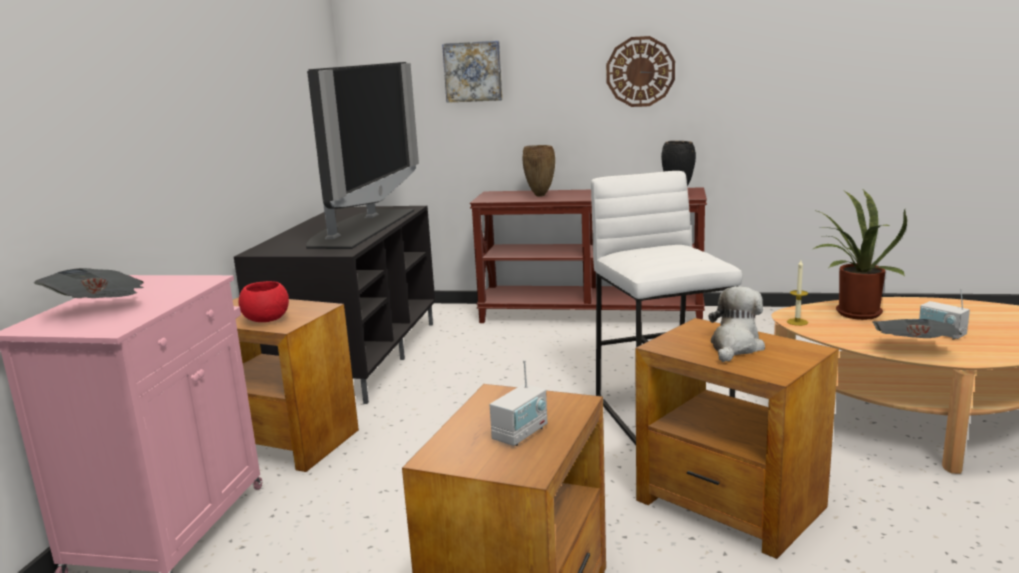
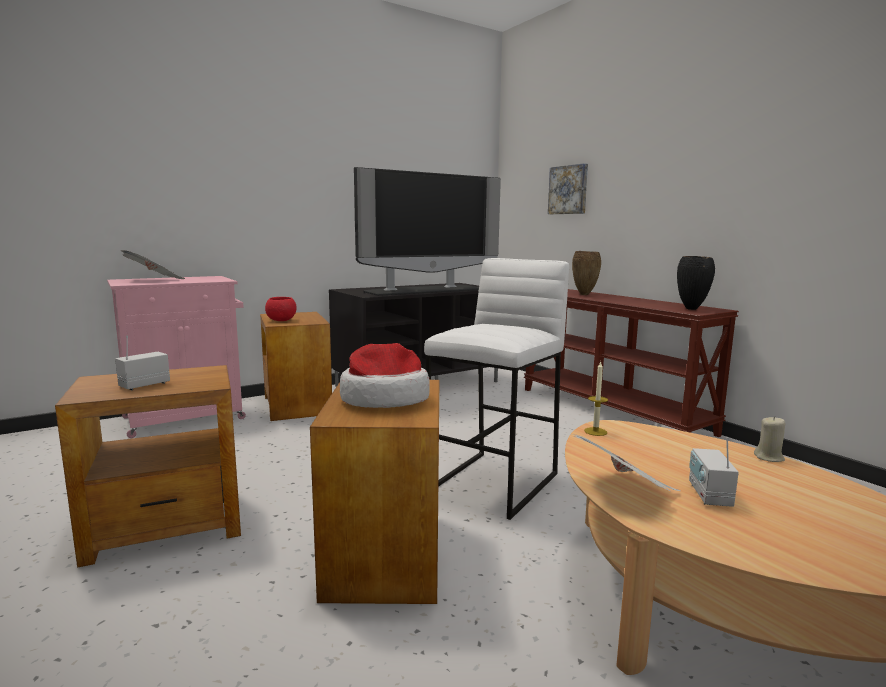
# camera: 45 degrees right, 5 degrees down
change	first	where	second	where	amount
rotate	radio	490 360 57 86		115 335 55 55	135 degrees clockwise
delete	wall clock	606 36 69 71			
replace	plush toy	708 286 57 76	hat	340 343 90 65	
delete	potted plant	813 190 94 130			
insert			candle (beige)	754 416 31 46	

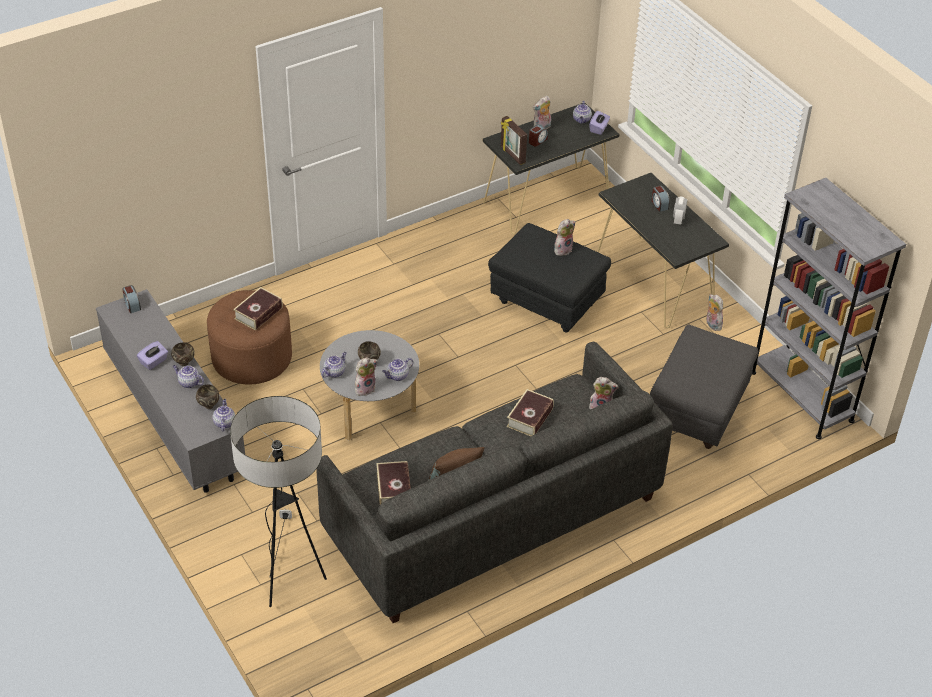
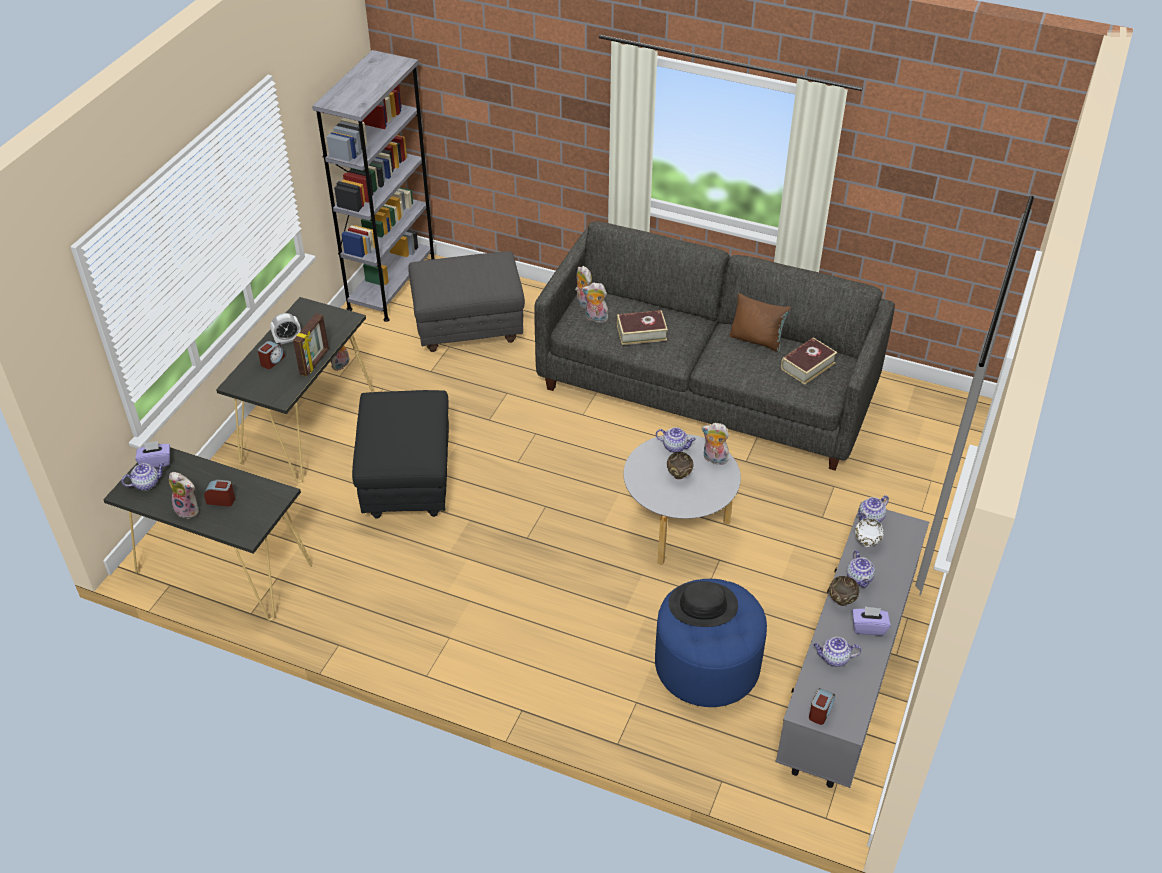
# camera: 125 degrees left, 0 degrees up
change	first	where	second	where	amount
recolor	bowl (brown)	196 385 23 24	bowl (white)	855 518 29 29	
recolor	ottoman (brown)	207 290 85 94	ottoman (blue)	655 579 112 128	
delete	floor lamp	230 396 97 211			
replace	book	233 287 50 43	hat (black)	669 581 69 46	
move	teapot	321 352 26 26		813 637 48 30	
move	picture frame	501 116 26 49		293 313 36 63	
move	plush toy	554 219 22 38		582 282 26 41	

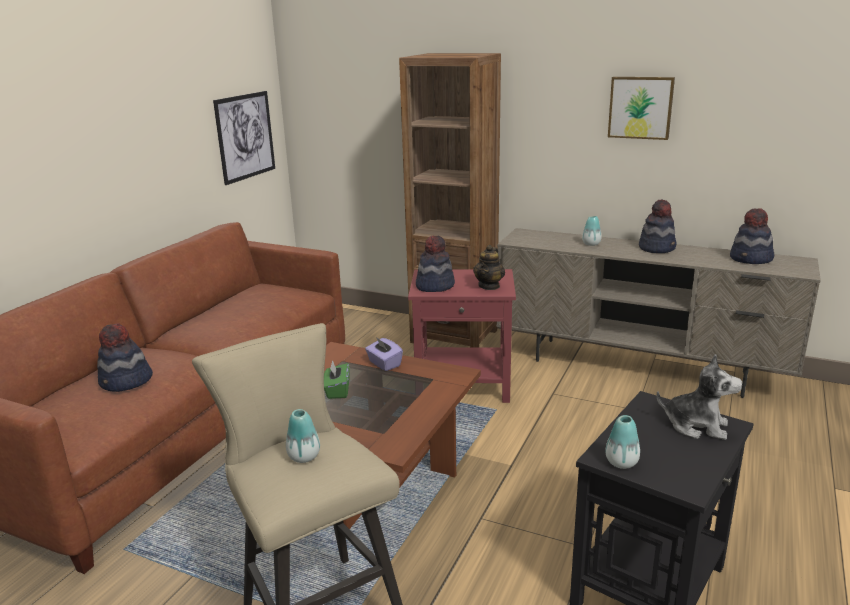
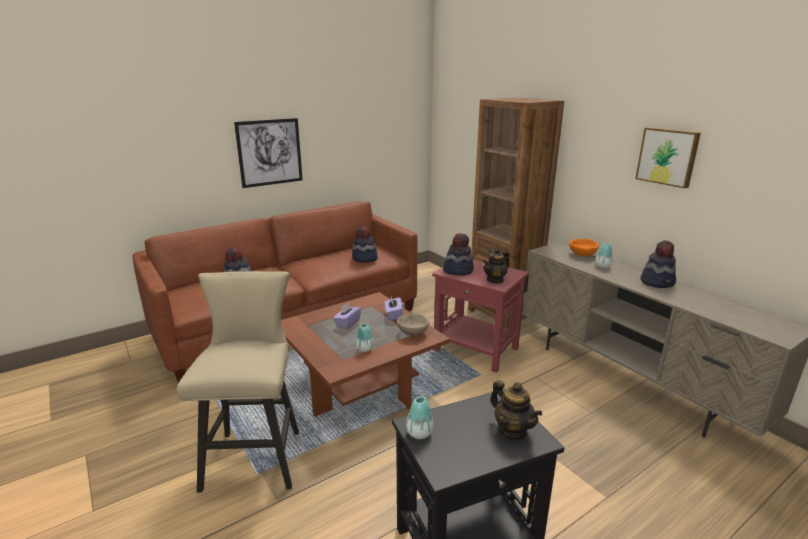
# camera: 30 degrees right, 0 degrees up
change	first	where	second	where	amount
move	picture	213 91 62 94		234 118 69 70	
move	vase	286 409 34 54		356 323 18 29	
recolor	tissue box (green)	324 360 26 39	tissue box (purple)	333 303 28 27	
replace	plush toy	657 354 86 86	teapot	490 380 52 60	
move	hat	730 208 44 56		352 226 26 36	
insert			bowl (beige)	397 314 32 22	
insert			bowl (orange)	569 239 30 17	

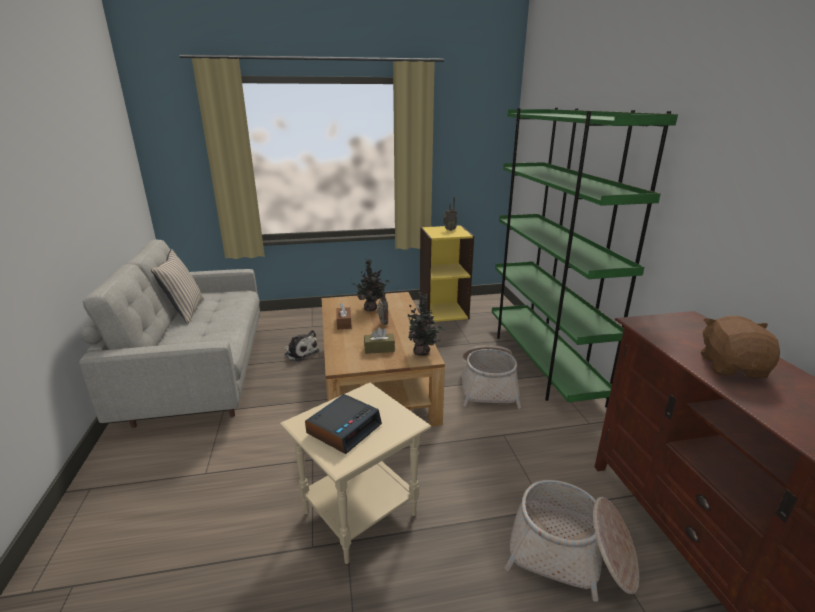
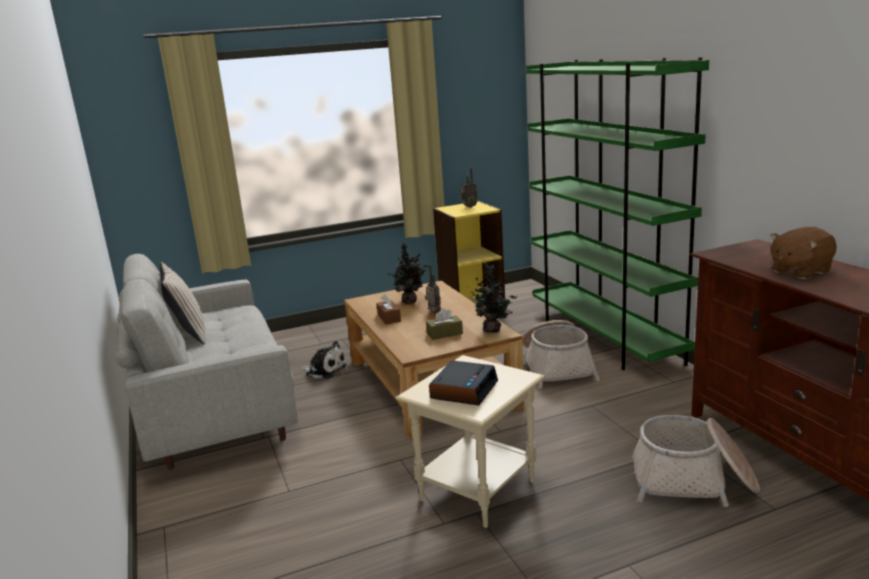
# camera: 10 degrees left, 5 degrees down
change	first	where	second	where	amount
rotate	plush toy (brown)	701 316 79 63		770 227 67 52	120 degrees counterclockwise

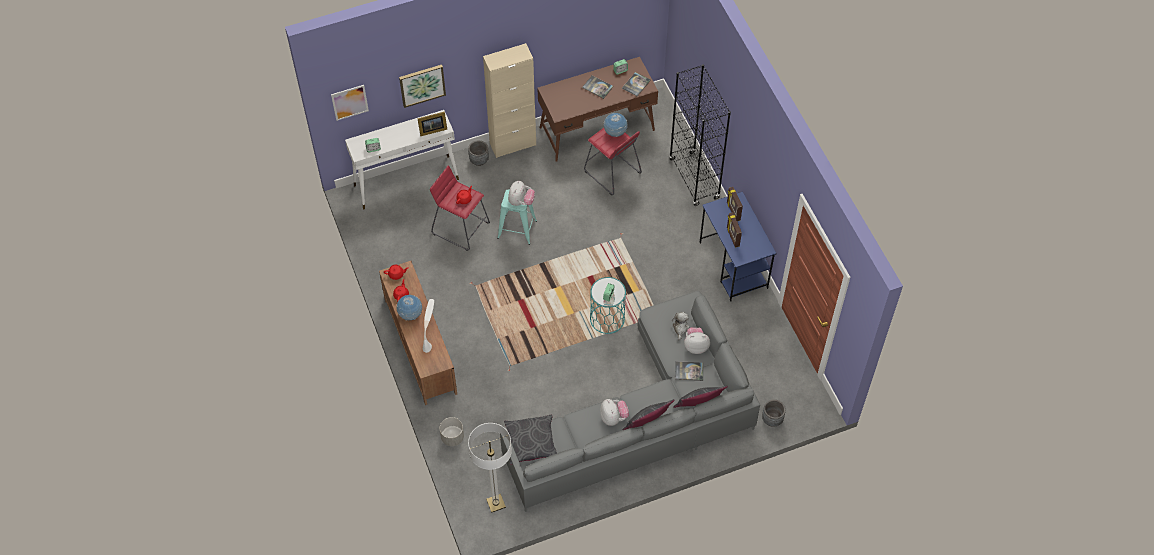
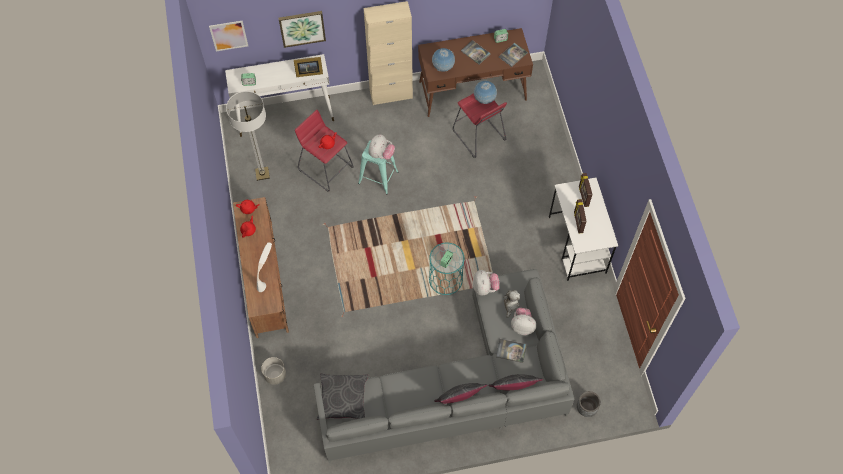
# camera: 10 degrees right, 5 degrees up
change	first	where	second	where	amount
move	globe	397 295 25 25		432 48 23 24	
delete	planter (grey)	468 140 21 26			
move	floor lamp	468 423 44 90		226 91 44 90	
move	plush toy	600 399 29 27		473 270 27 25	
delete	bookcase (black)	669 64 62 142			
recolor	desk (blue)	700 192 77 110	desk (white)	549 177 69 104	

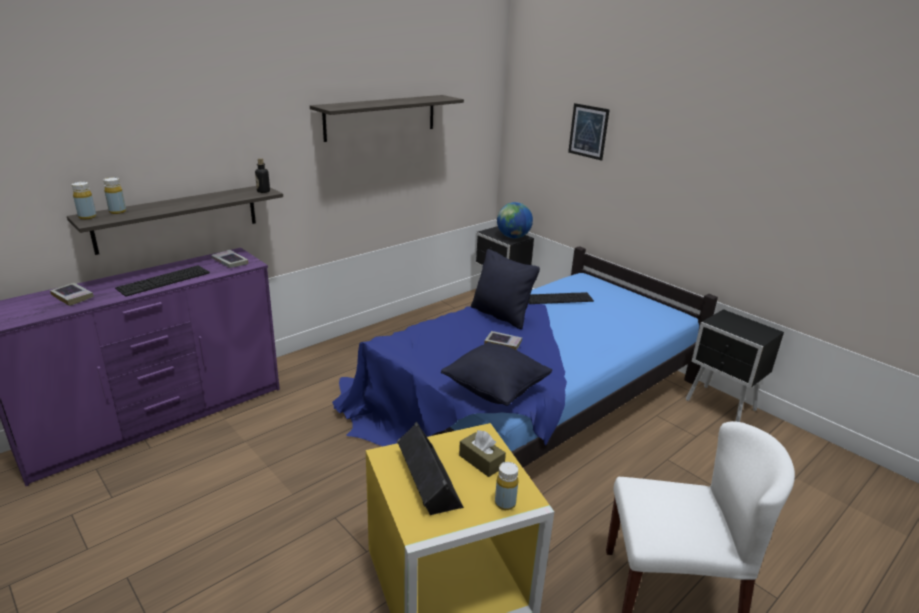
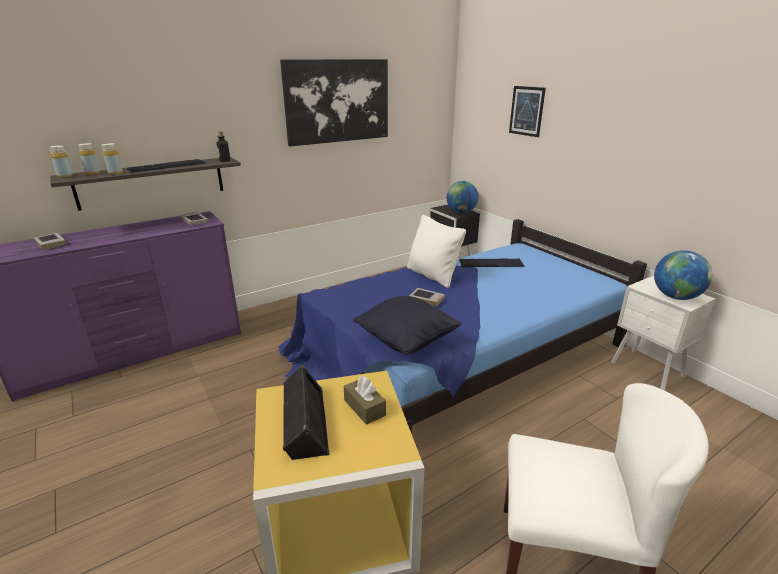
# camera: 10 degrees right, 0 degrees up
change	first	where	second	where	amount
move	keyboard	115 266 95 31		127 159 78 14	
replace	shelf	310 95 154 47	picture	280 59 108 88	
recolor	pillow (black)	471 249 69 80	pillow (white)	407 215 59 73	
move	bottle (yellow)	495 462 23 48		102 143 21 32	
recolor	nightstand (black)	686 309 98 113	nightstand (white)	611 276 105 114	
insert			globe	654 250 58 50	

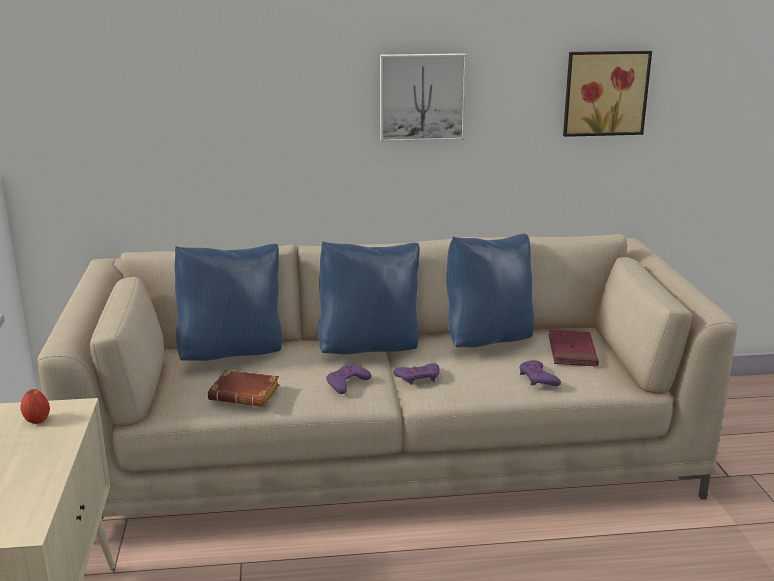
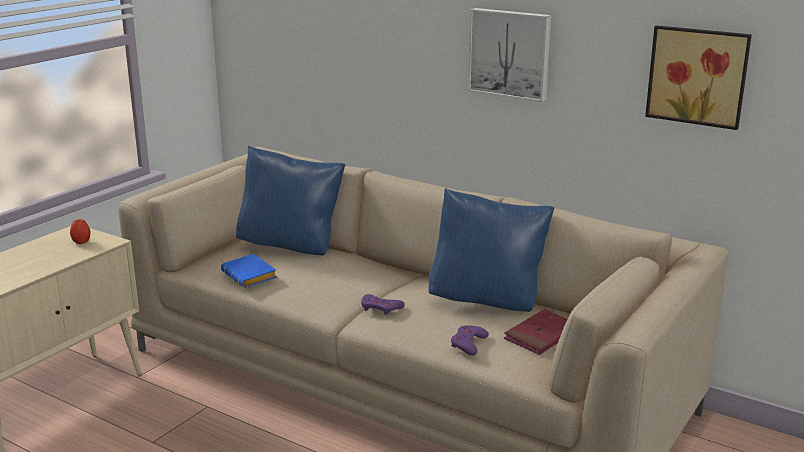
# camera: 40 degrees right, 0 degrees up
change	first	where	second	where	amount
recolor	book (brown)	208 370 72 37	book (blue)	221 254 56 34	
delete	pillow (blue)	317 241 103 114			
delete	game controller (purple)	326 365 45 29			

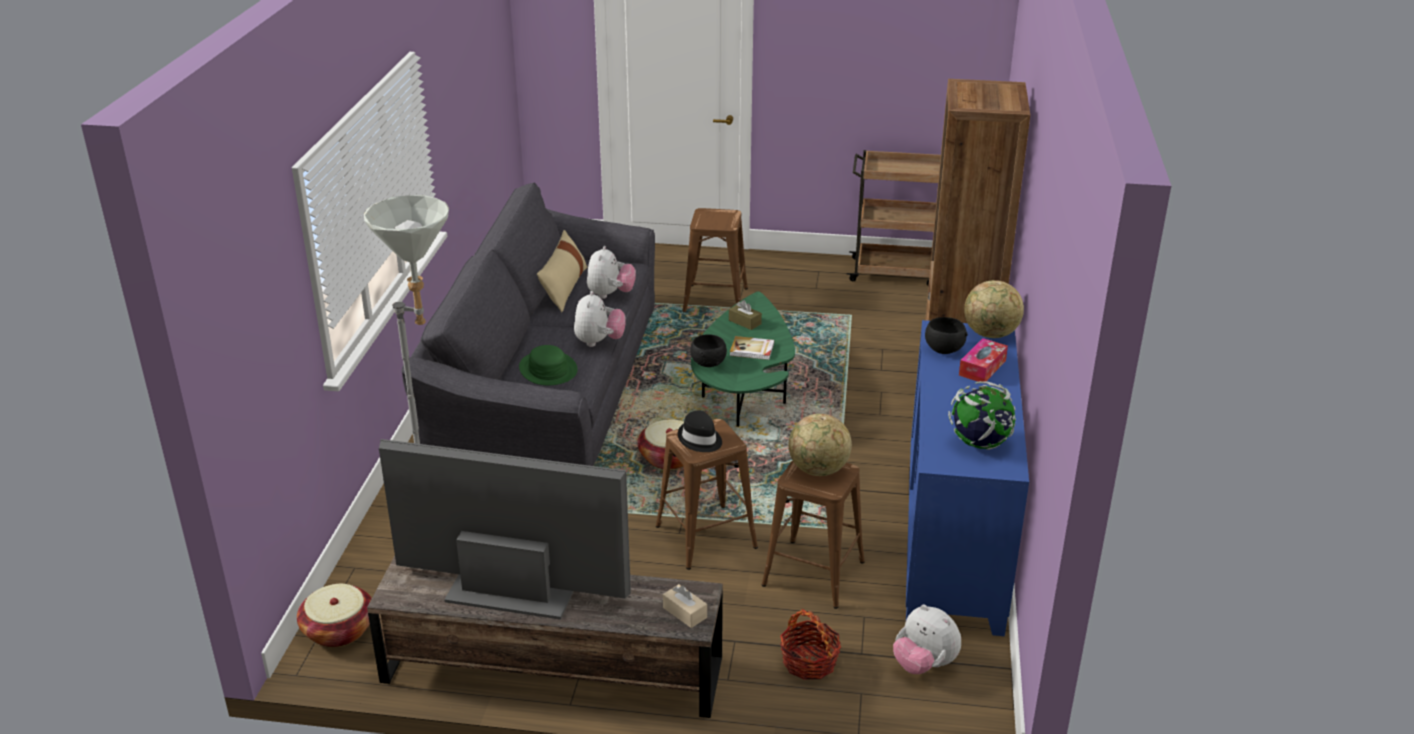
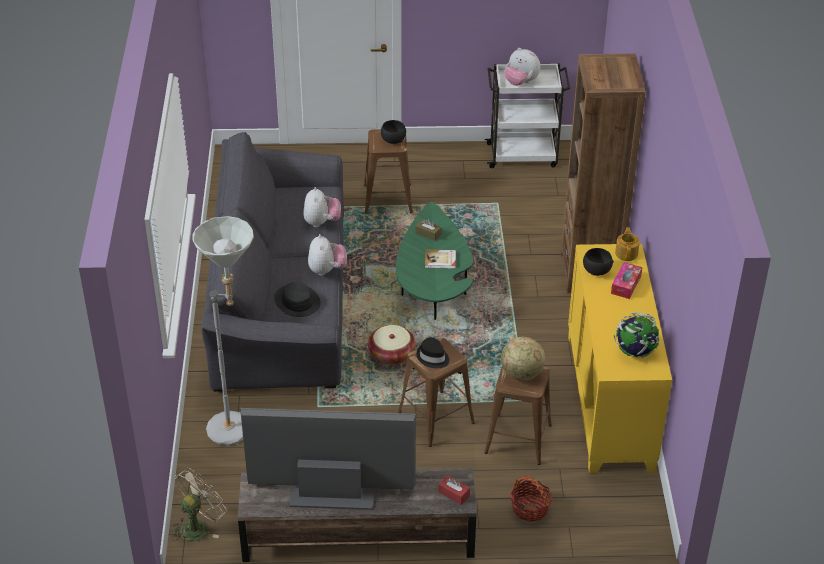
# camera: 10 degrees left, 10 degrees up
change	first	where	second	where	amount
replace	basket	297 584 75 63	fan (beige)	172 468 55 74	
recolor	hat (green)	519 345 59 40	hat (black)	274 282 47 35	
delete	pillow (beige)	537 230 50 82			
recolor	tissue box (beige)	663 584 44 44	tissue box (red)	438 475 32 30	
move	bowl (black)	690 334 37 33		381 120 25 24	
recolor	cart (brown)	847 150 94 136	cart (white)	484 63 86 105	
move	plush toy	893 605 68 69		504 48 37 38	
recolor	cabinet (blue)	906 320 123 316	cabinet (yellow)	568 244 104 229	
replace	globe	964 280 60 58	teapot	615 227 25 34	

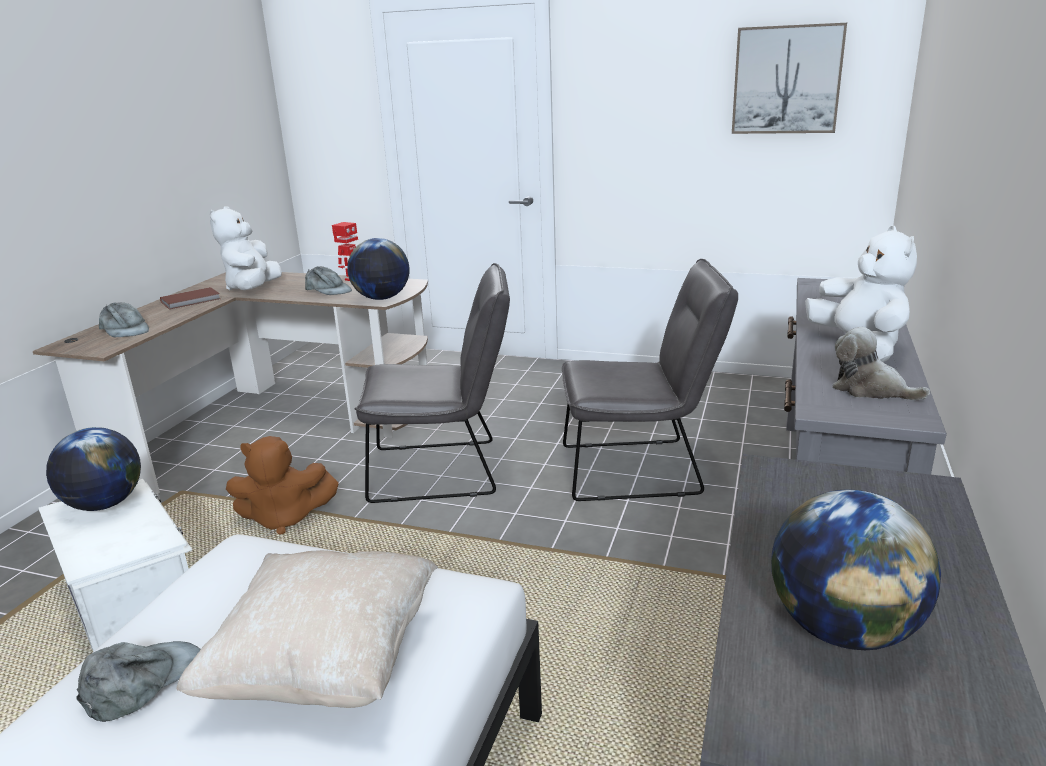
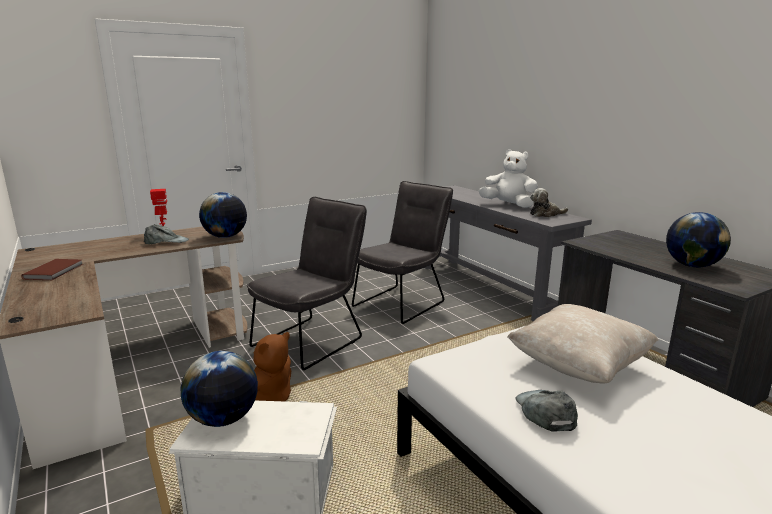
# camera: 50 degrees left, 5 degrees down
change	first	where	second	where	amount
delete	cap (grey)	99 302 50 35			
delete	plush toy (white)	210 206 72 84			
delete	picture	732 23 115 111			

